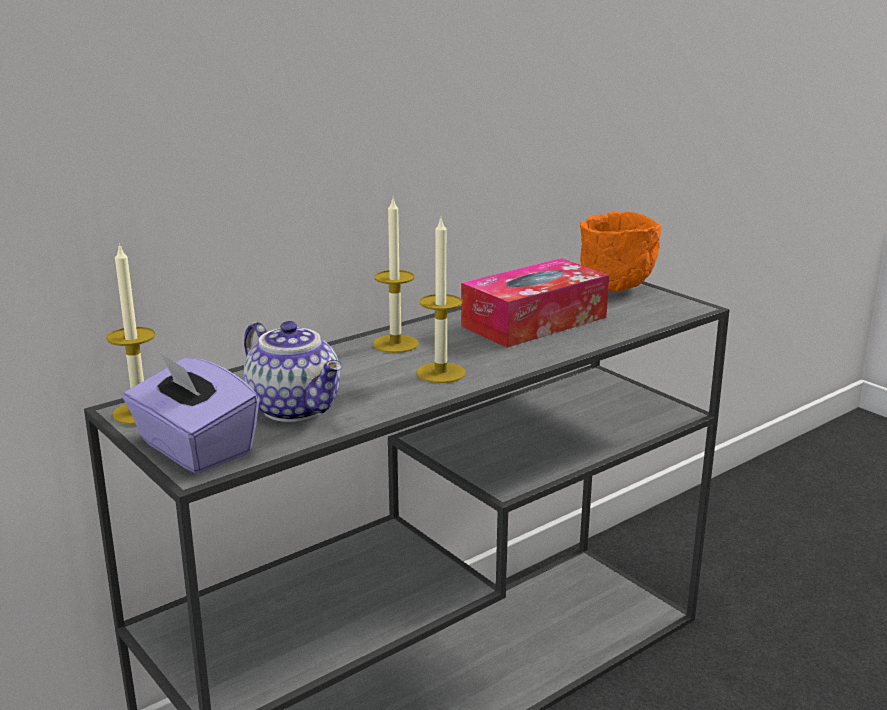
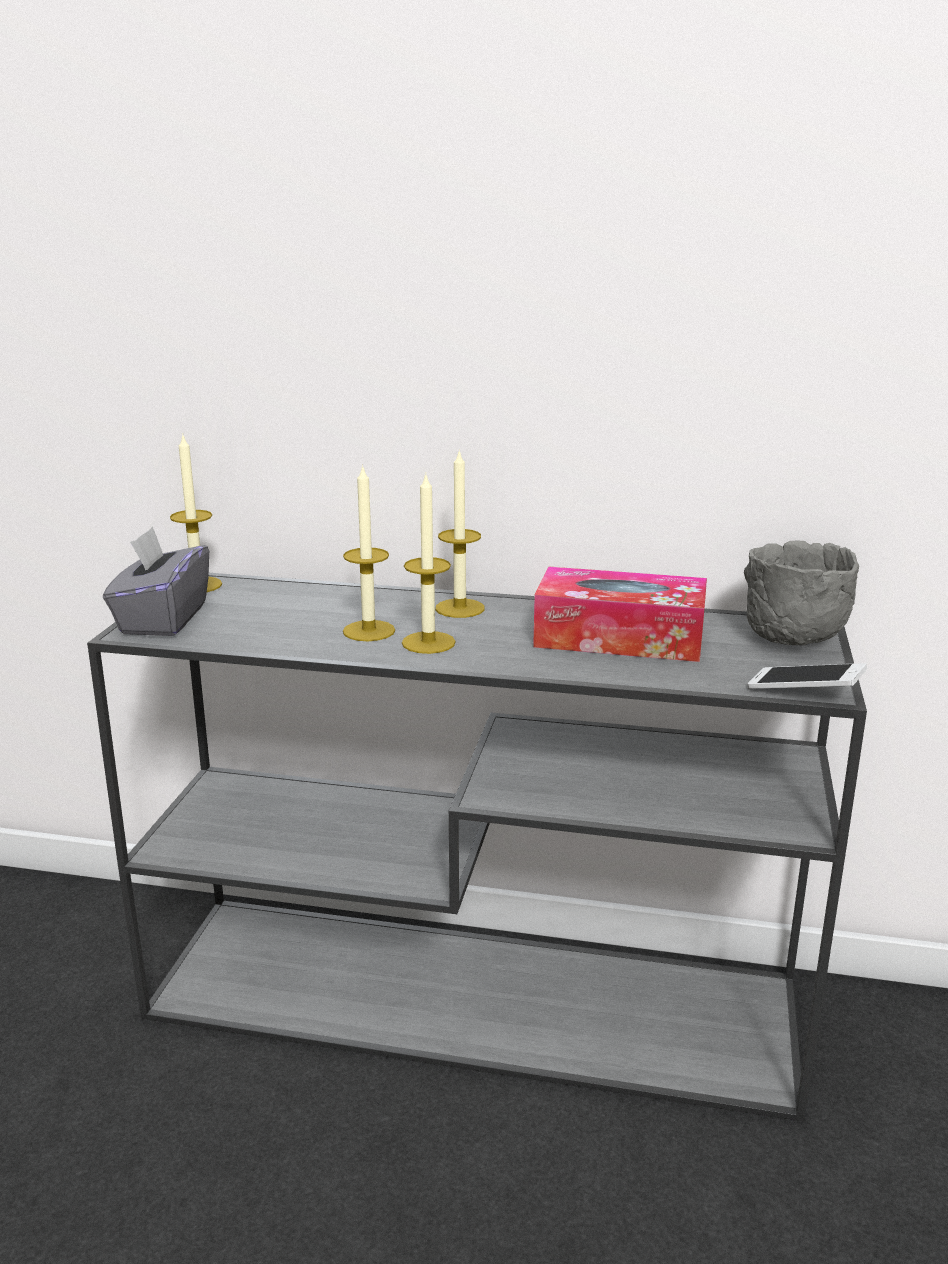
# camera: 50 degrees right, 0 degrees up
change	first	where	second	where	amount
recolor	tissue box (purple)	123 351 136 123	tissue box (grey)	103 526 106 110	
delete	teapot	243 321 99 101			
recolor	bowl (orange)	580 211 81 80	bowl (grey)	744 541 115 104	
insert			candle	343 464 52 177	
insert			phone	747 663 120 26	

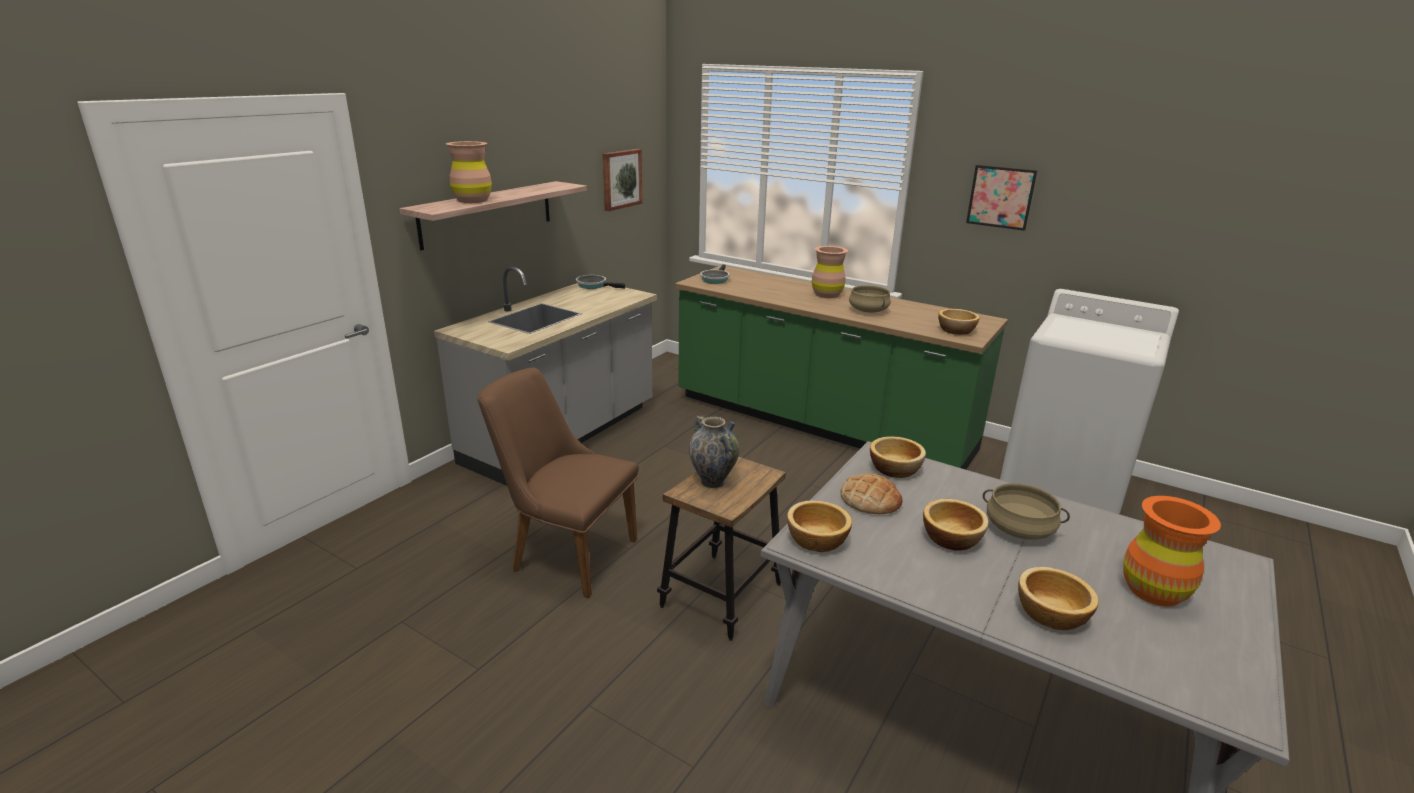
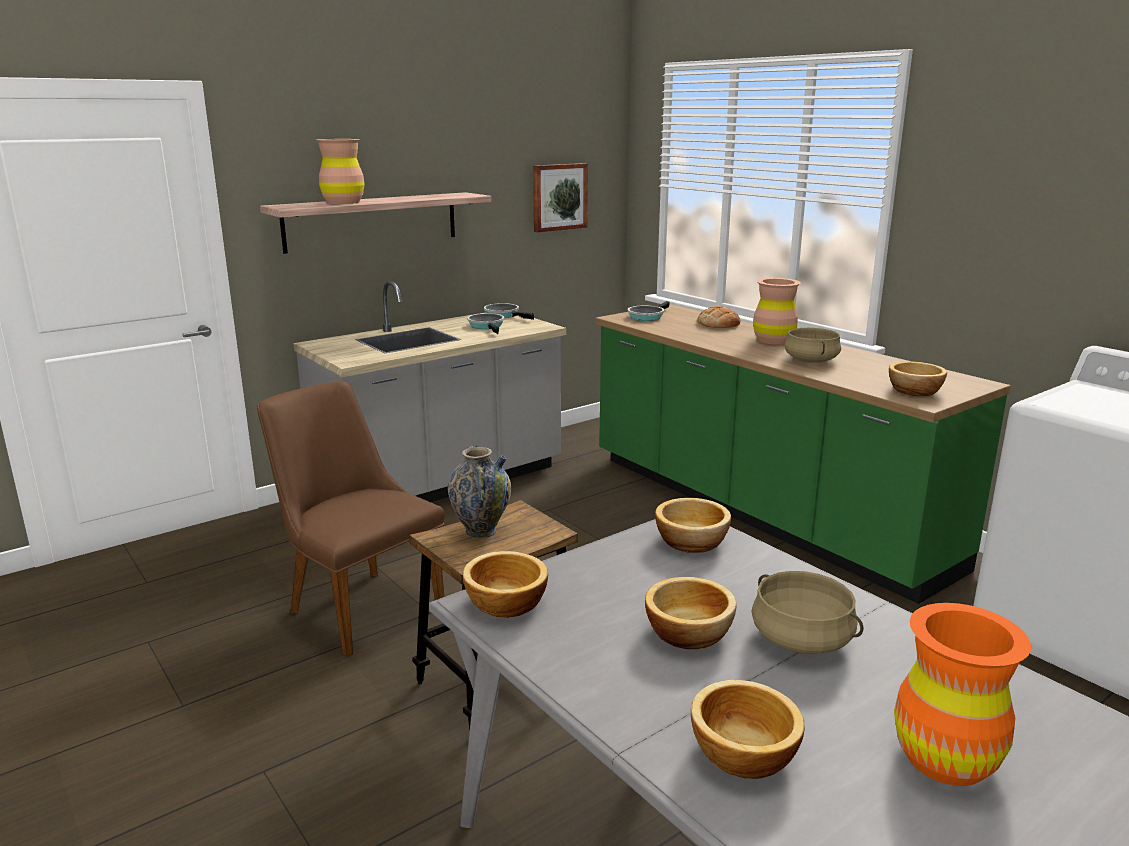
# camera: 20 degrees right, 5 degrees down
change	first	where	second	where	amount
move	bread	840 473 62 41		697 306 43 22	
delete	picture	966 165 71 66			
insert			frying pan	467 313 37 21	

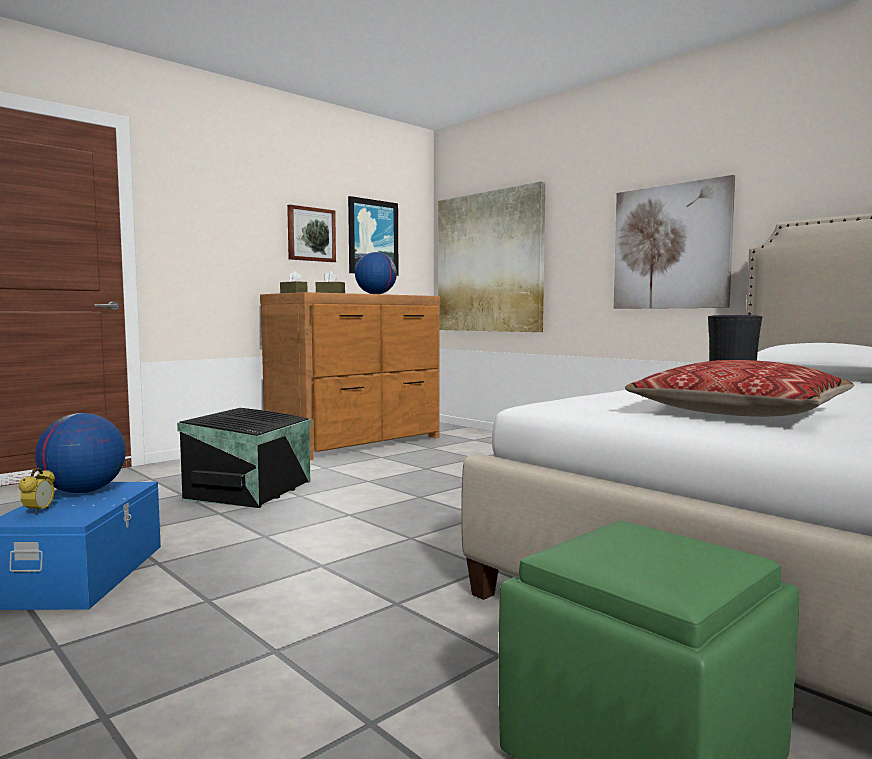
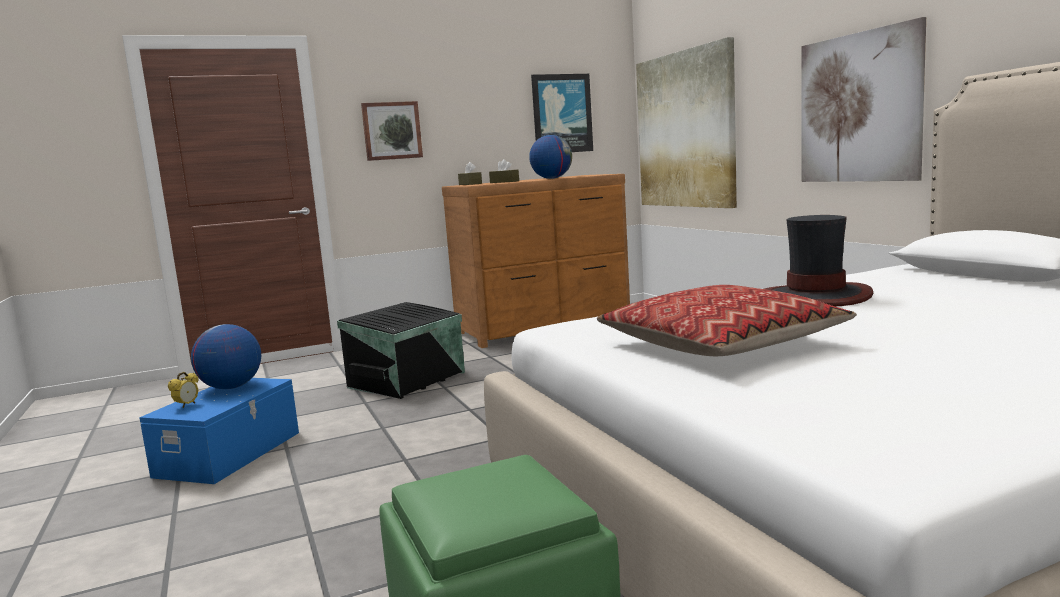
# camera: 20 degrees right, 5 degrees up
change	first	where	second	where	amount
move	picture	287 205 49 57		361 101 62 60	

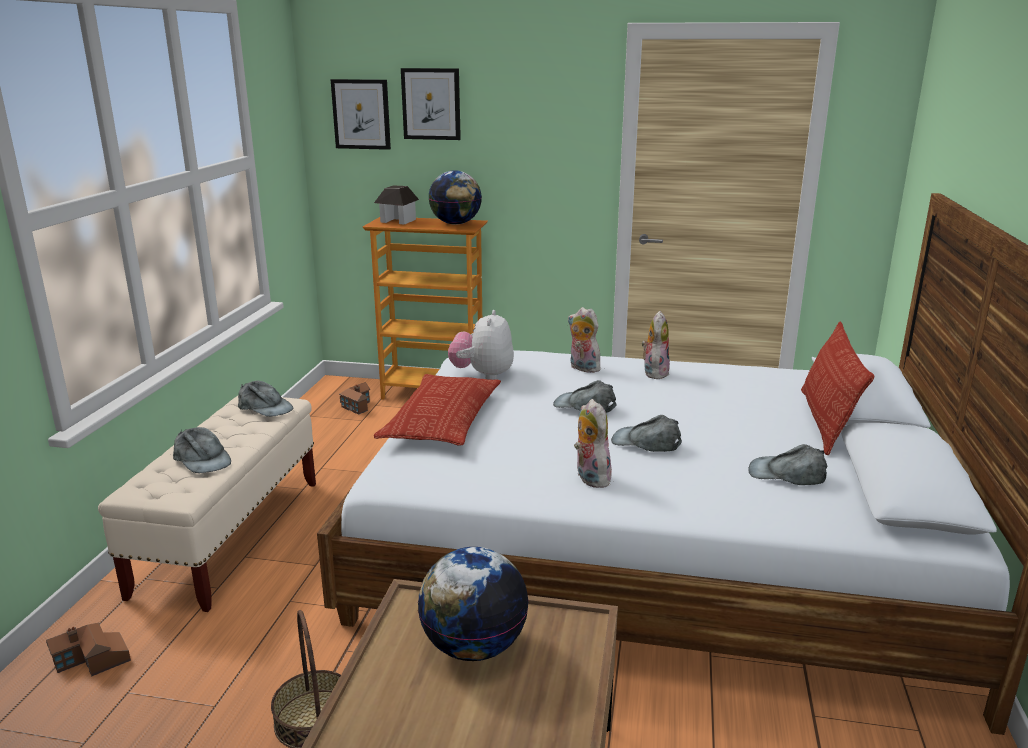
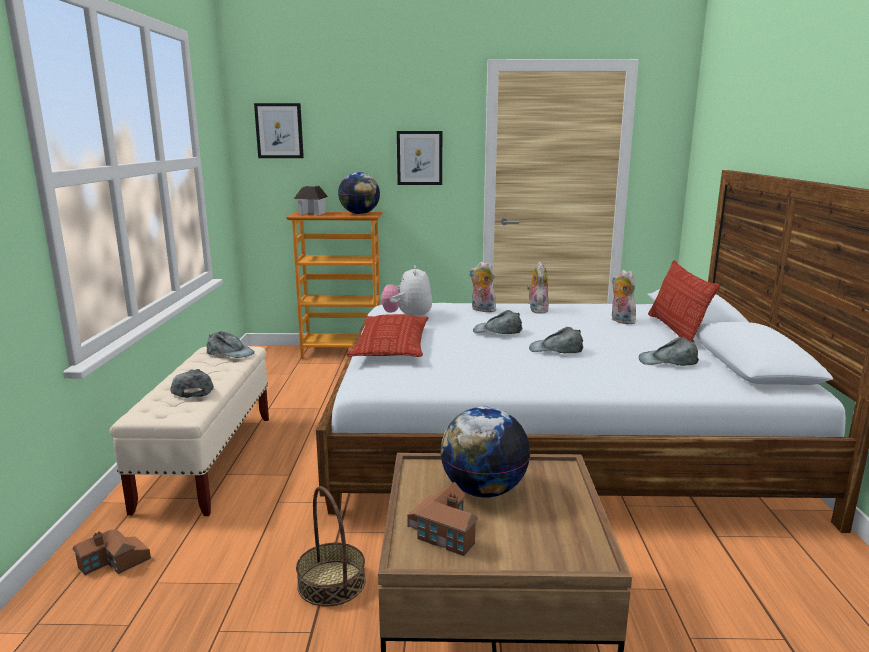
# camera: 10 degrees left, 5 degrees down
change	first	where	second	where	amount
rotate	cap (grey)	173 427 58 46		170 369 44 29	150 degrees counterclockwise
move	toy house	339 382 31 33		407 482 71 74	
move	picture	401 68 60 72		397 131 45 54	
move	plush toy	574 399 38 89		612 270 24 54	

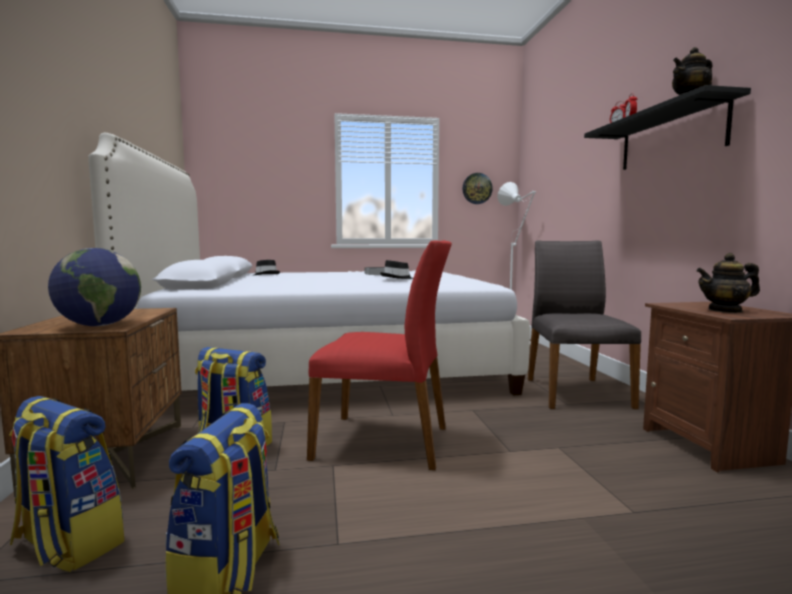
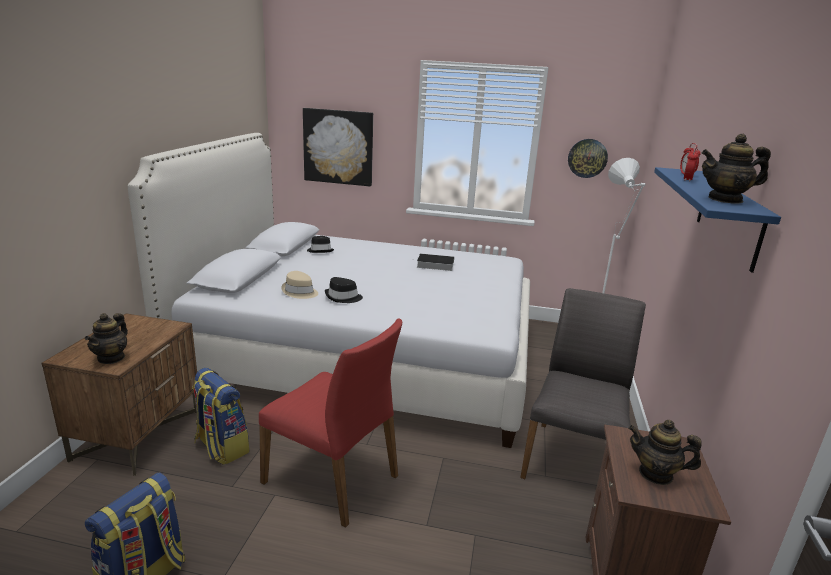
# camera: 20 degrees right, 15 degrees up
change	first	where	second	where	amount
delete	backpack	9 396 116 176			
replace	globe	48 248 93 78	teapot	85 313 43 51	
move	hat (black)	380 260 33 19		325 277 38 26	
recolor	shelf (black)	584 85 167 85	shelf (blue)	654 167 127 106	
insert			hat (beige)	281 271 37 28	
insert			picture	303 108 70 78	

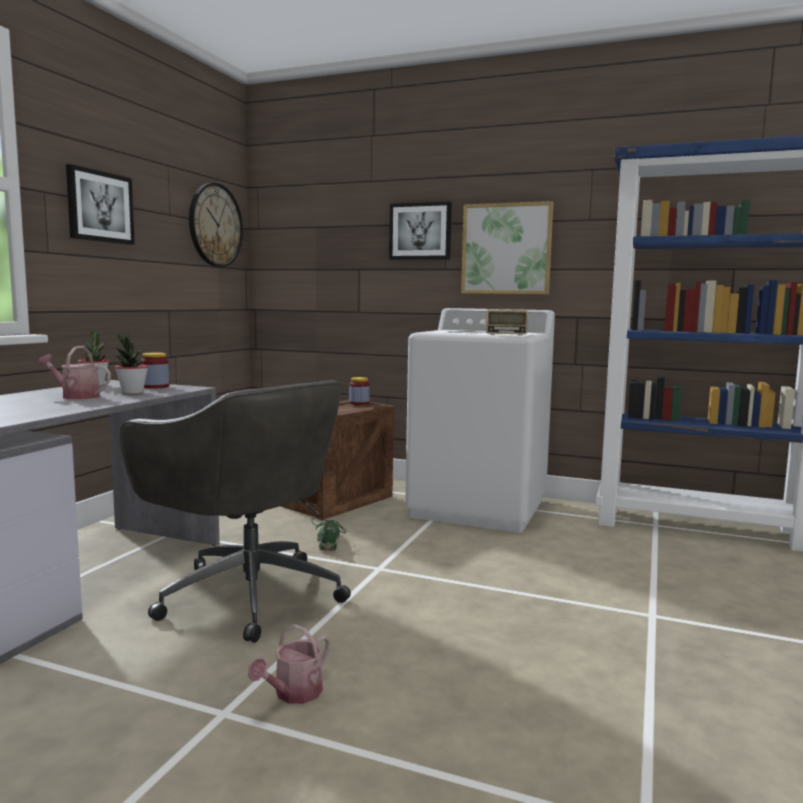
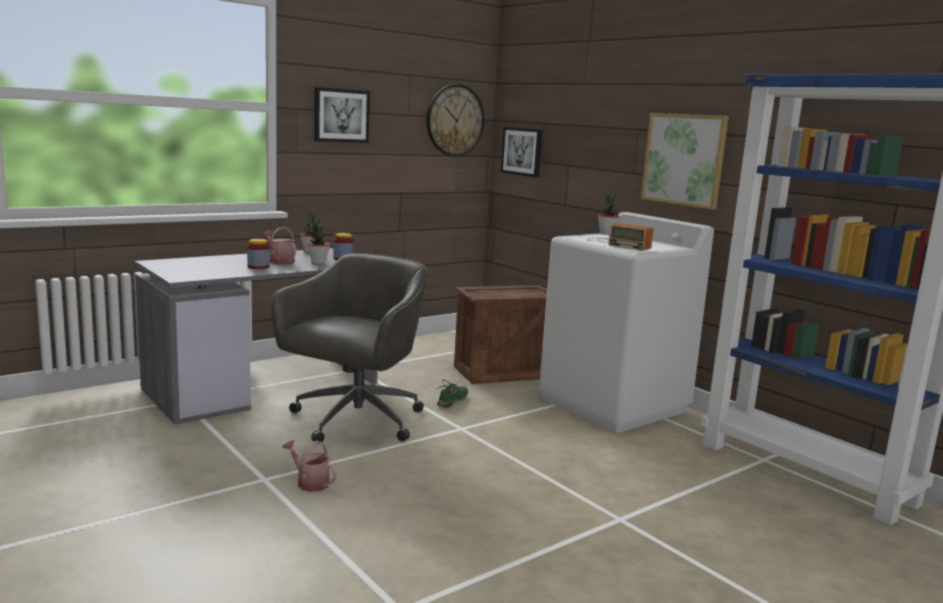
# camera: 30 degrees right, 5 degrees up
change	first	where	second	where	amount
rotate	office chair (grey)	120 380 231 263		270 254 158 190	135 degrees counterclockwise
rotate	watering can	248 624 82 80		282 440 55 52	60 degrees clockwise
move	jar	349 377 21 28		247 239 23 30	
move	picture	389 201 63 59		501 127 42 50	
insert			potted plant	598 192 22 43	

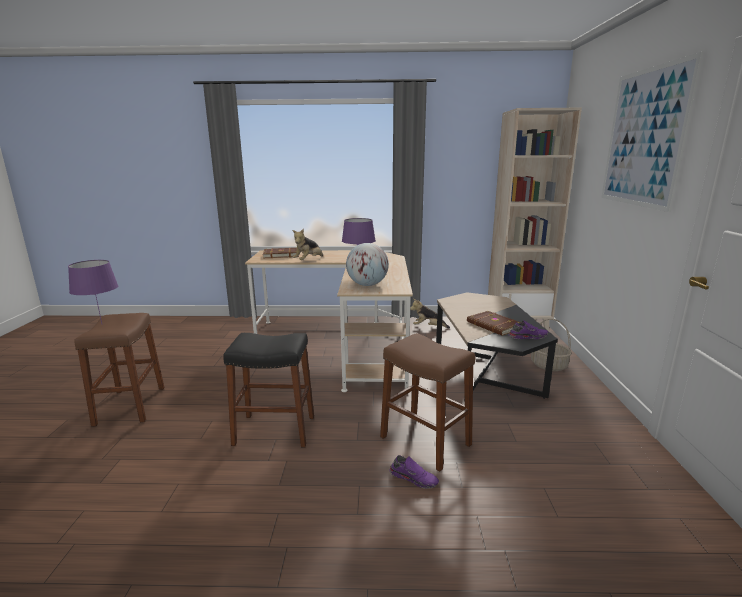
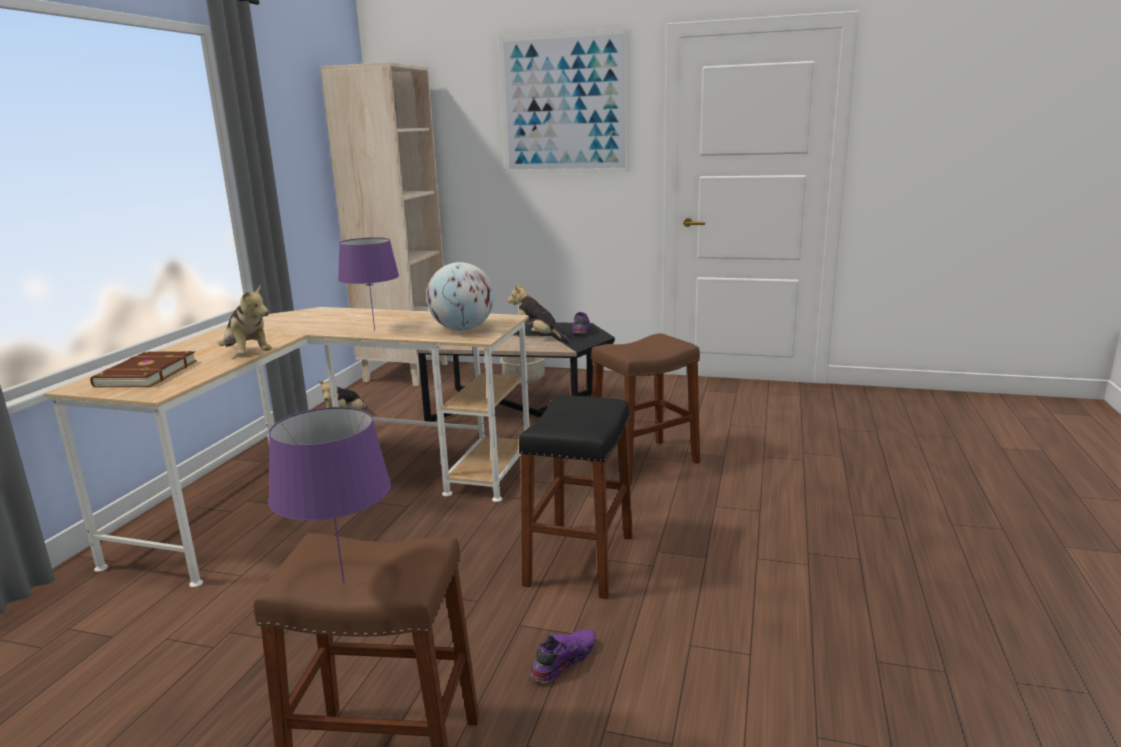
# camera: 75 degrees left, 0 degrees up
change	first	where	second	where	amount
move	shoe (purple)	389 455 50 34		529 629 67 53	
replace	book (brown)	467 311 54 25	plush toy	507 283 63 59	

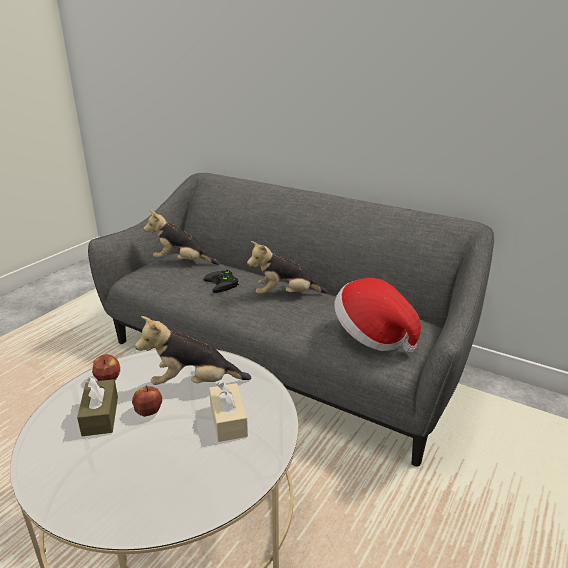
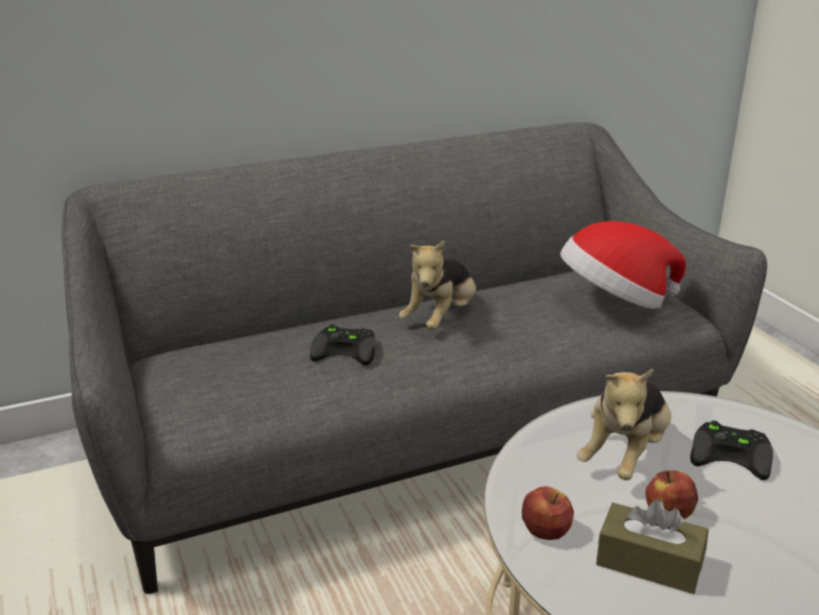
# camera: 55 degrees left, 0 degrees up
change	first	where	second	where	amount
delete	plush toy	144 210 76 55			
replace	tissue box (beige)	209 382 39 60	game controller (black)	690 420 83 60	

